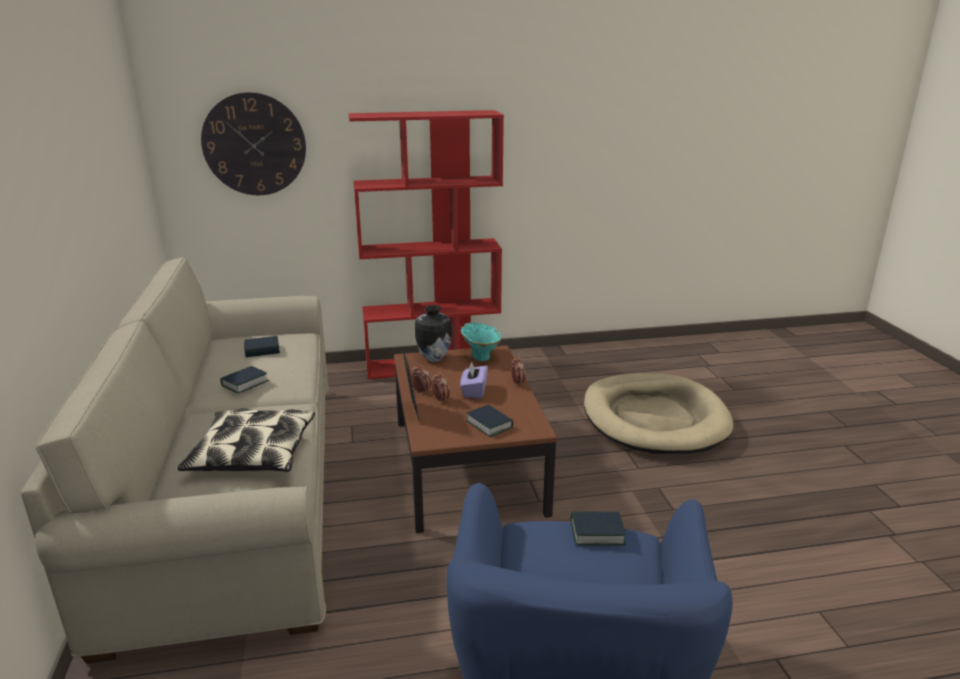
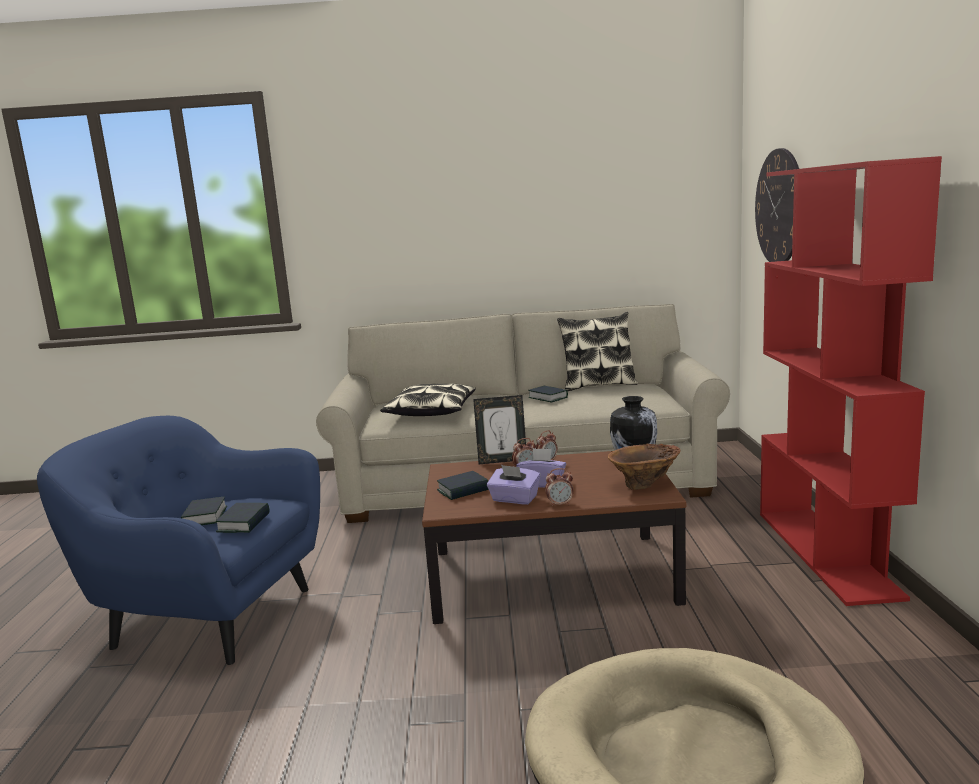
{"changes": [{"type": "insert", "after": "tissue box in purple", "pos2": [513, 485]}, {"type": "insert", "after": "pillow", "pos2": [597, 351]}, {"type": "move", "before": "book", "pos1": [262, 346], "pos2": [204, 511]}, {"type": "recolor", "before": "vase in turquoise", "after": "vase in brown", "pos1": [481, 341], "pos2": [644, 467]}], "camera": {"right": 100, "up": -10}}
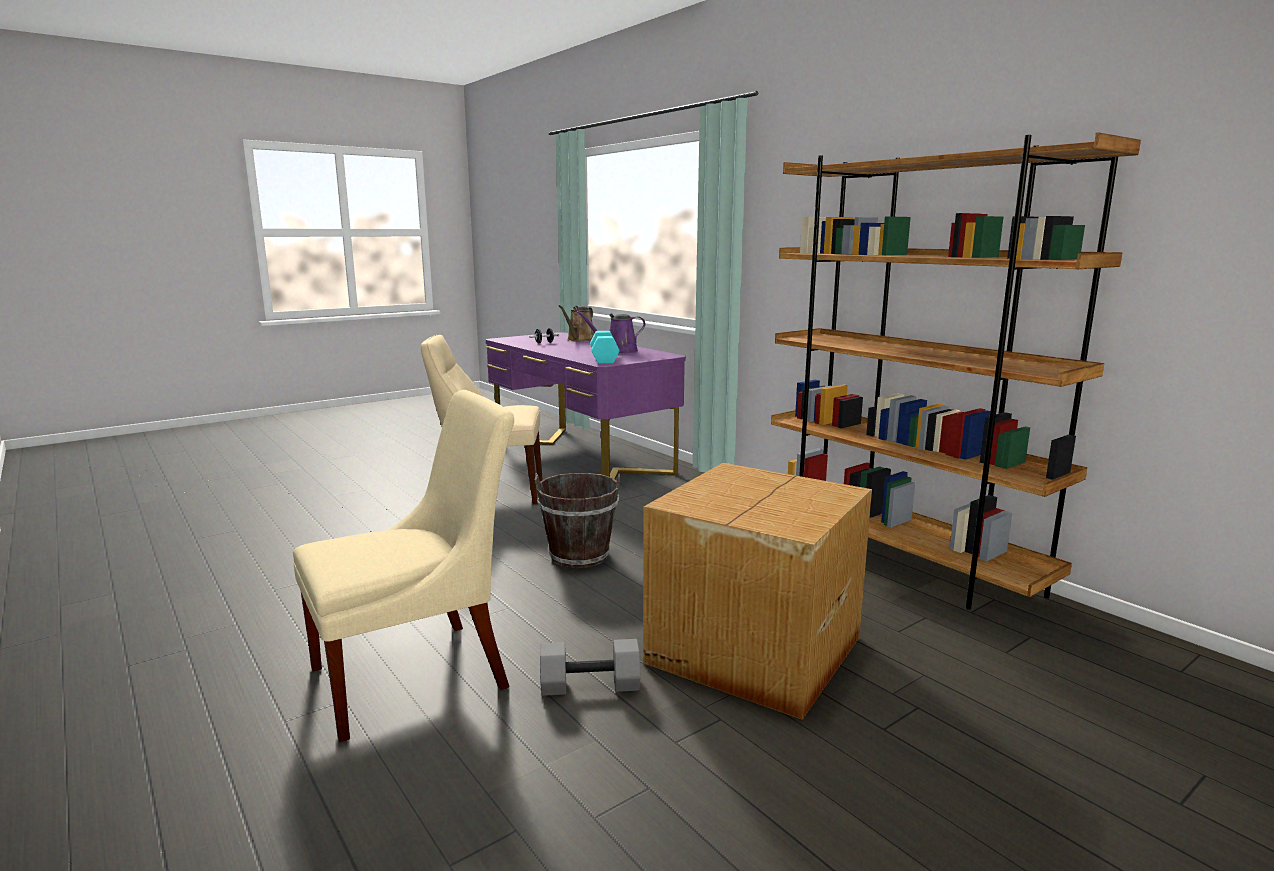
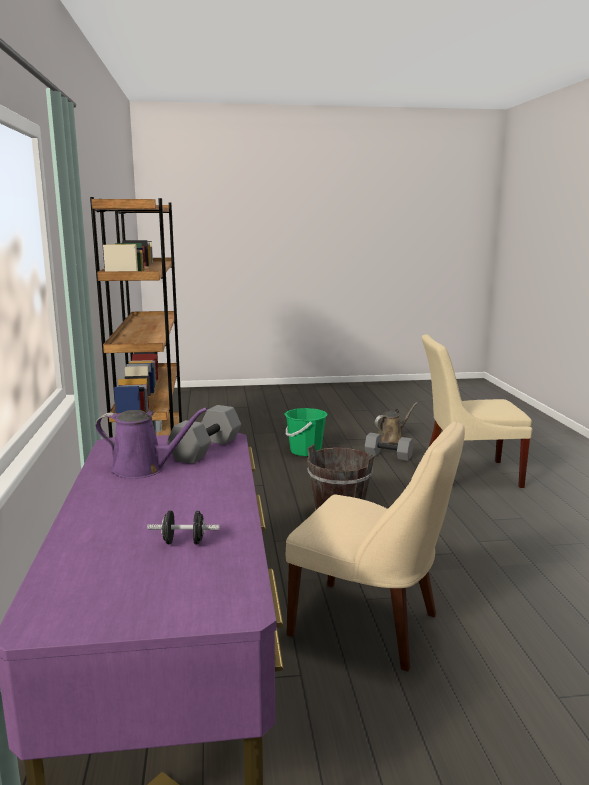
{"changes": [{"type": "move", "before": "watering can in brown", "pos1": [577, 323], "pos2": [396, 422]}, {"type": "replace", "before": "cardboard box", "after": "bucket in green", "pos1": [757, 591], "pos2": [306, 432]}, {"type": "recolor", "before": "dumbbell in turquoise", "after": "dumbbell in grey", "pos1": [605, 347], "pos2": [204, 434]}], "camera": {"right": -150, "up": 0}}
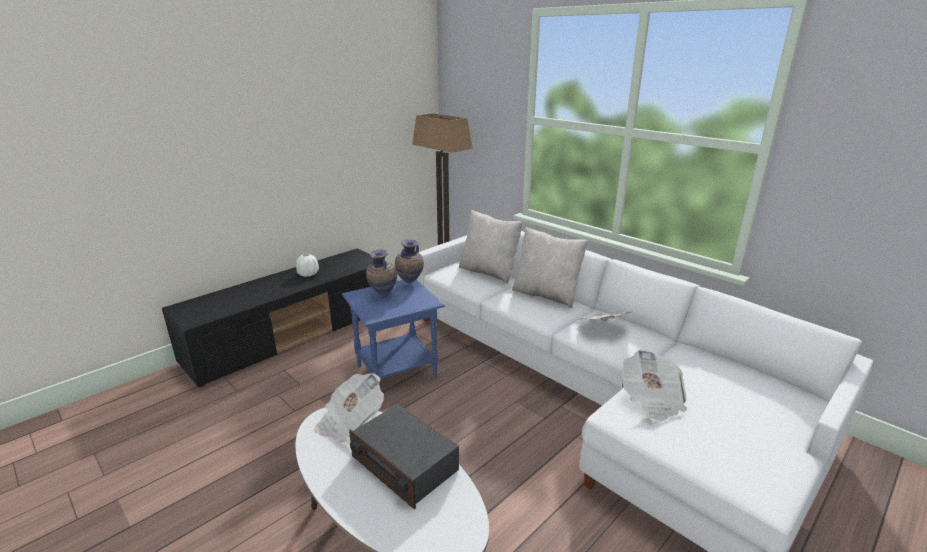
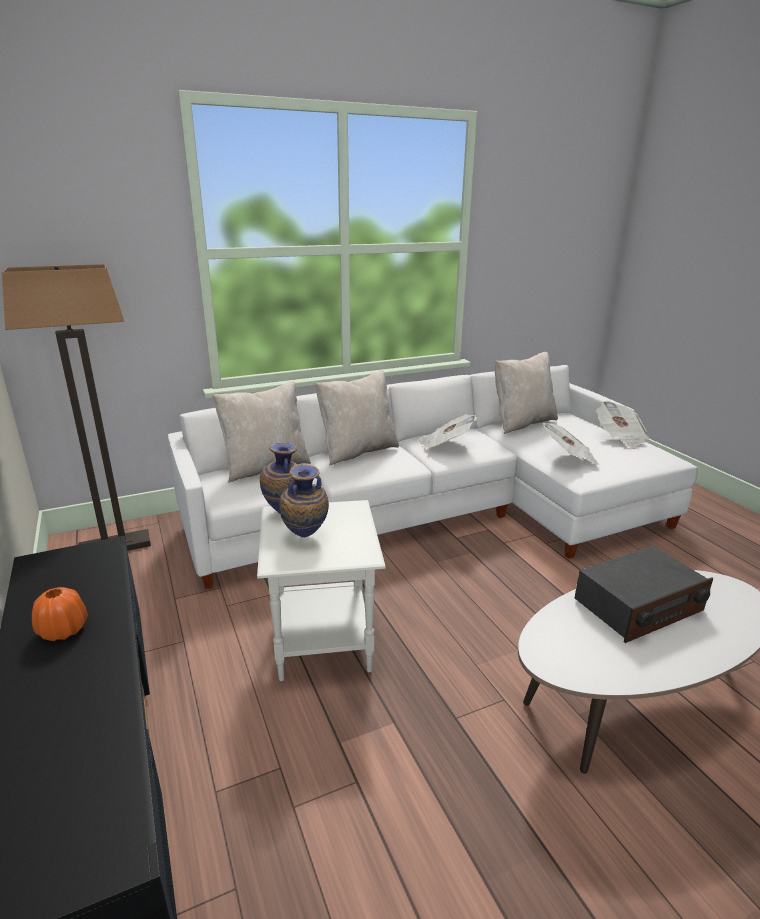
{"changes": [{"type": "insert", "after": "pillow in beige", "pos2": [526, 393]}, {"type": "move", "before": "newspaper", "pos1": [349, 407], "pos2": [622, 425]}, {"type": "recolor", "before": "vase in white", "after": "vase in orange", "pos1": [307, 265], "pos2": [60, 614]}, {"type": "recolor", "before": "side table in blue", "after": "side table in white", "pos1": [393, 328], "pos2": [321, 590]}], "camera": {"right": -70, "up": 0}}
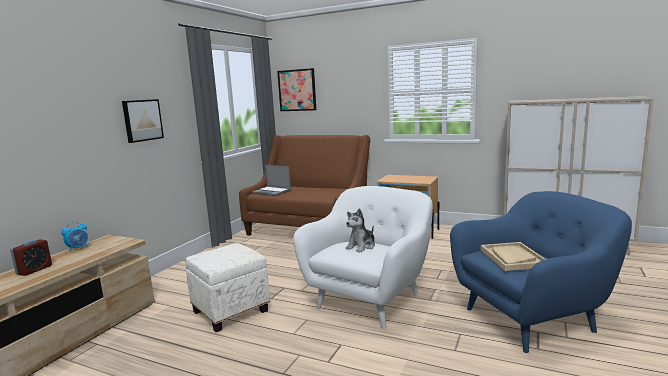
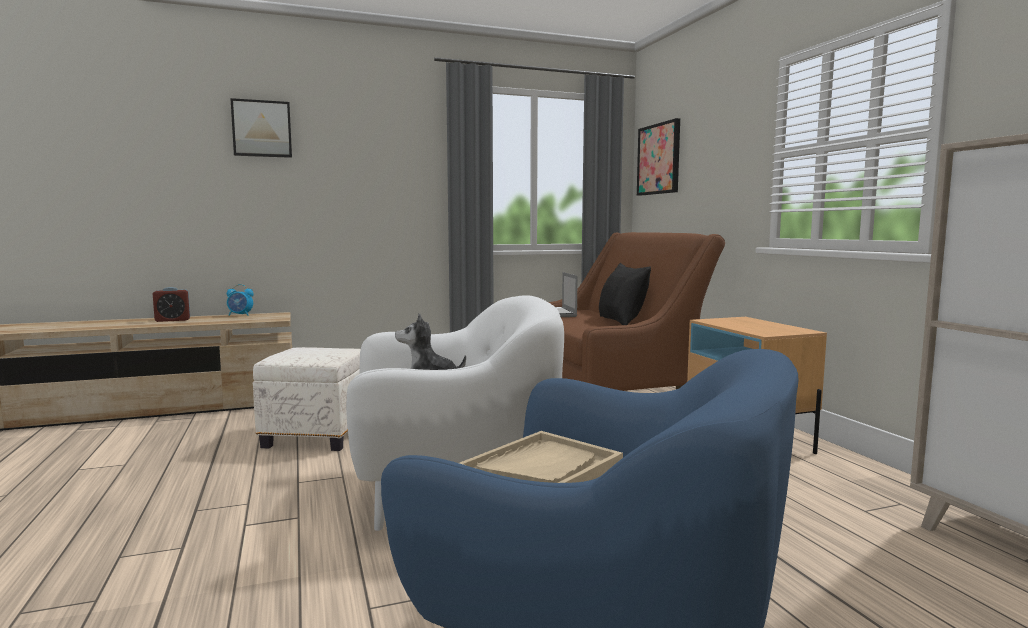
{"changes": [{"type": "insert", "after": "pillow in black", "pos2": [625, 294]}, {"type": "move", "before": "picture", "pos1": [143, 121], "pos2": [261, 128]}], "camera": {"right": 45, "up": -5}}
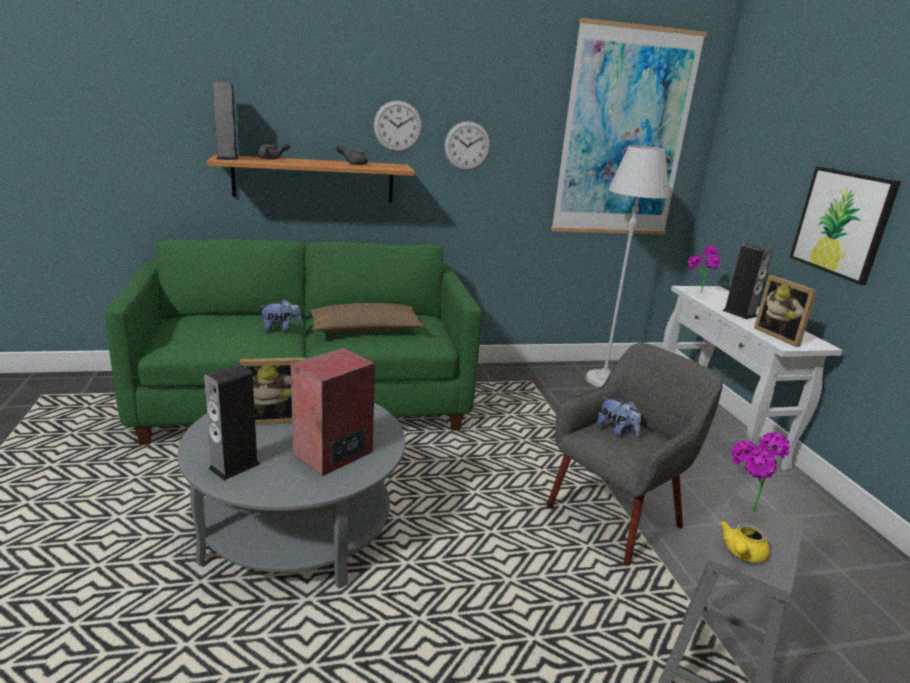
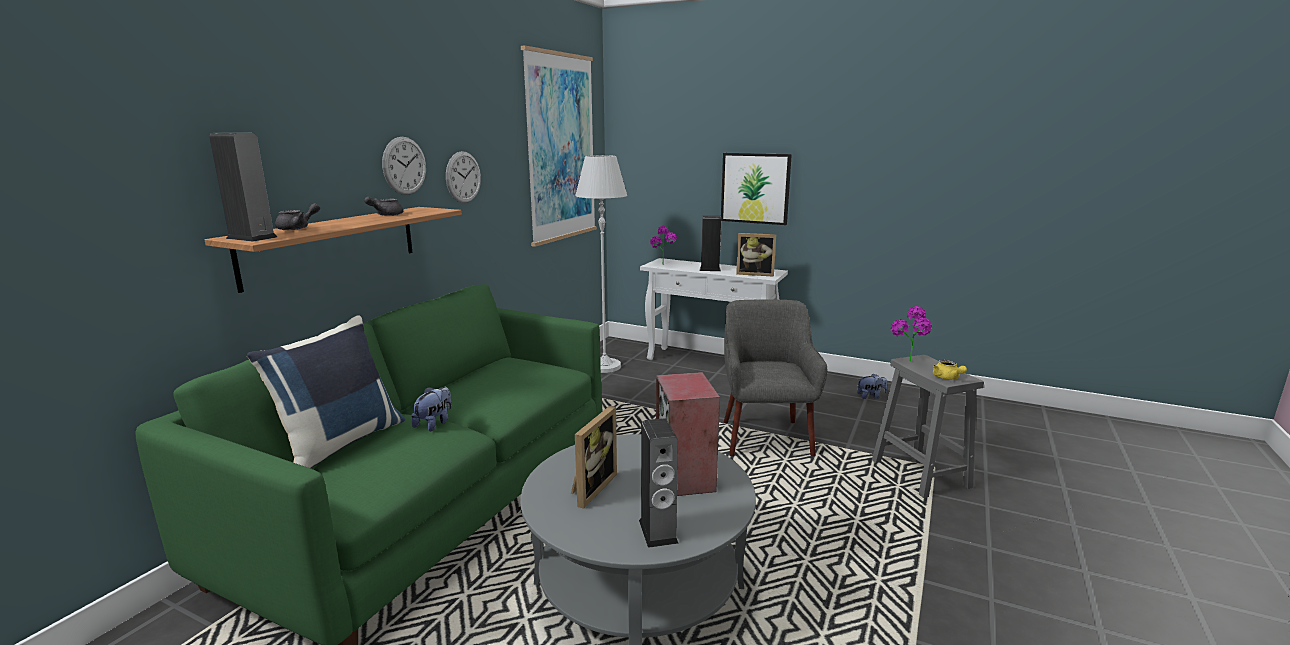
{"changes": [{"type": "delete", "before": "pillow in brown", "pos1": [367, 317]}, {"type": "insert", "after": "pillow in blue", "pos2": [326, 391]}, {"type": "move", "before": "plush toy", "pos1": [619, 417], "pos2": [872, 386]}], "camera": {"right": -50, "up": -5}}
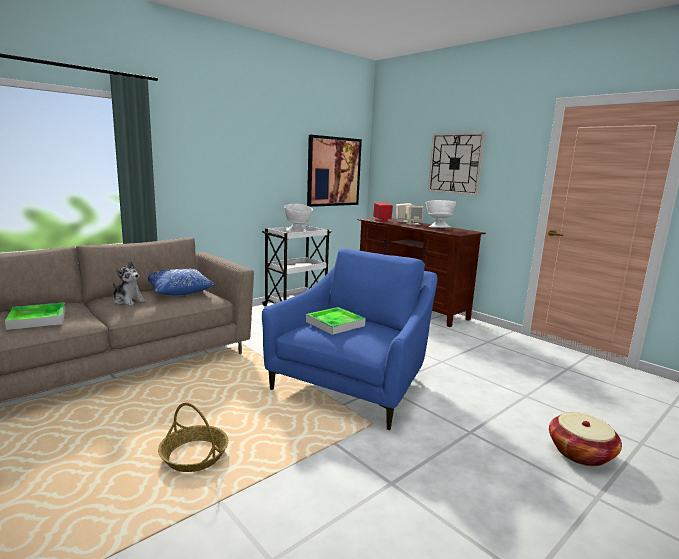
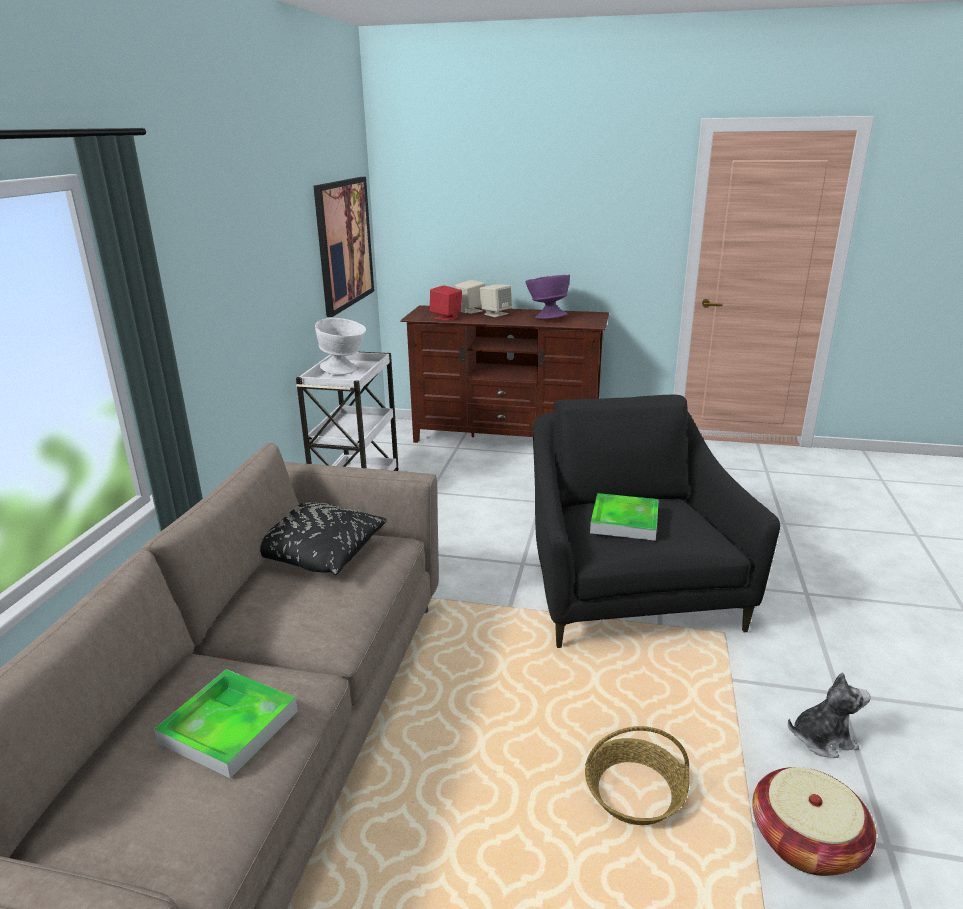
{"changes": [{"type": "delete", "before": "wall clock", "pos1": [456, 164]}, {"type": "move", "before": "plush toy", "pos1": [129, 283], "pos2": [829, 715]}, {"type": "move", "before": "basket", "pos1": [585, 439], "pos2": [814, 821]}, {"type": "recolor", "before": "pillow in blue", "after": "pillow in black", "pos1": [181, 281], "pos2": [323, 538]}, {"type": "recolor", "before": "armchair in blue", "after": "armchair in black", "pos1": [350, 339], "pos2": [656, 521]}, {"type": "recolor", "before": "bowl in white", "after": "bowl in purple", "pos1": [441, 214], "pos2": [547, 297]}], "camera": {"right": -35, "up": 10}}
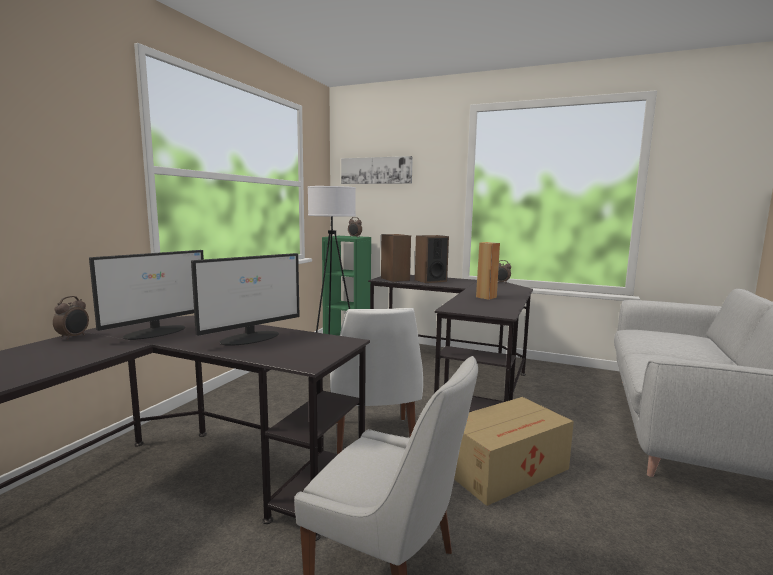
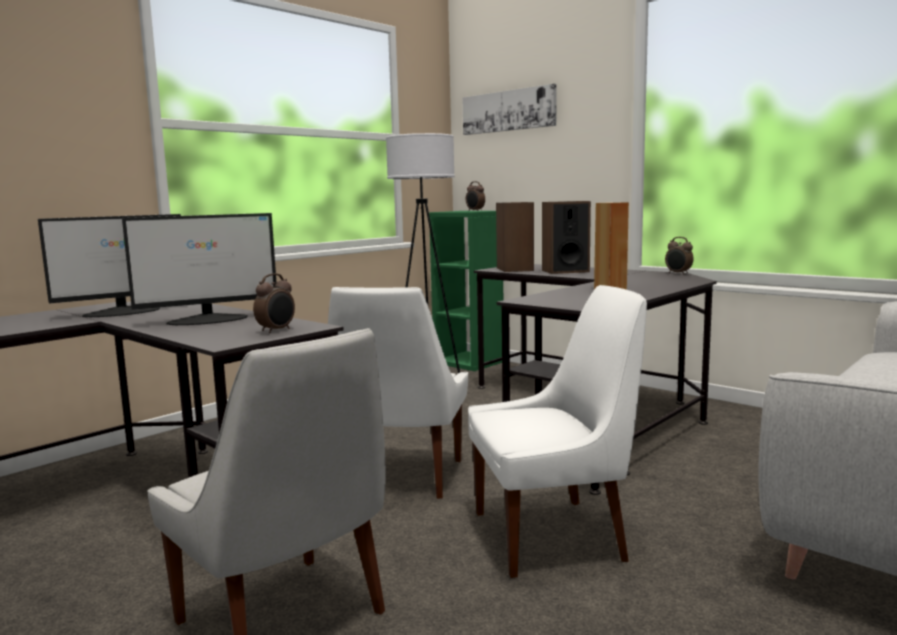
{"changes": [{"type": "move", "before": "alarm clock", "pos1": [71, 318], "pos2": [274, 303]}, {"type": "replace", "before": "cardboard box", "after": "chair in white", "pos1": [514, 451], "pos2": [557, 431]}], "camera": {"right": 20, "up": 0}}
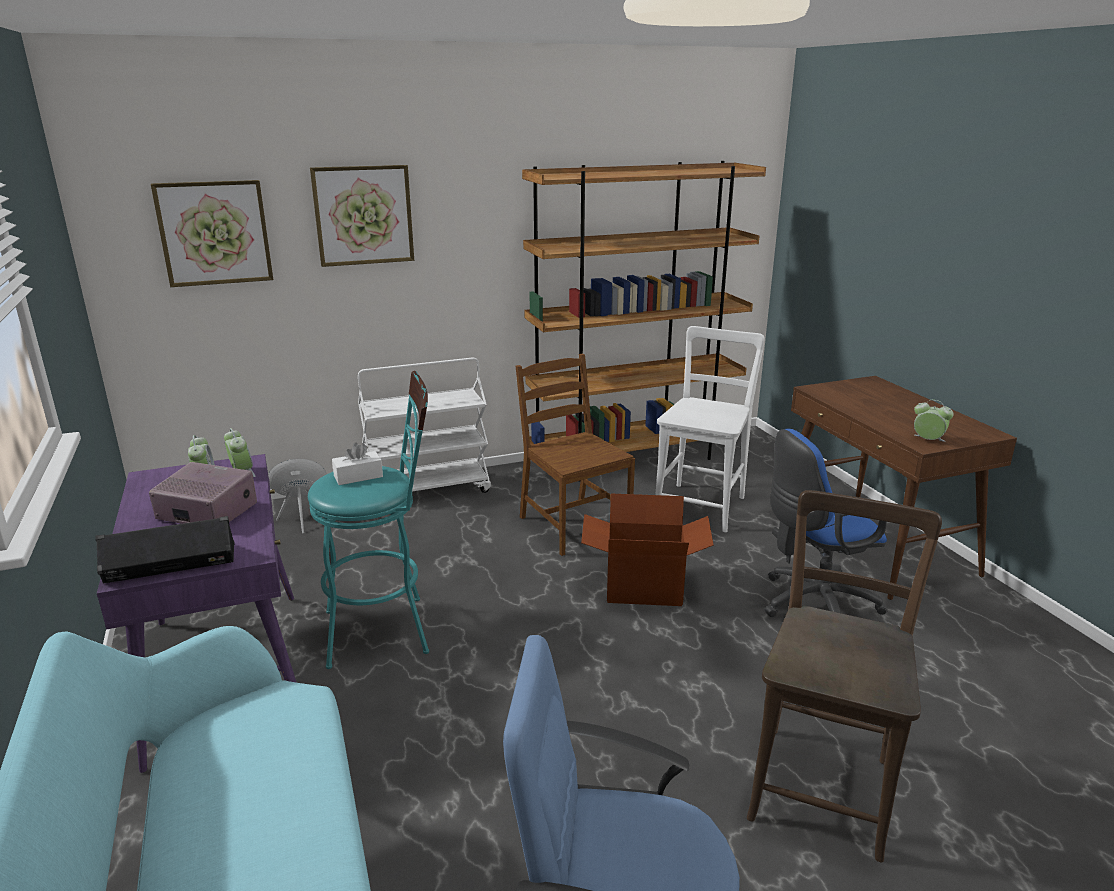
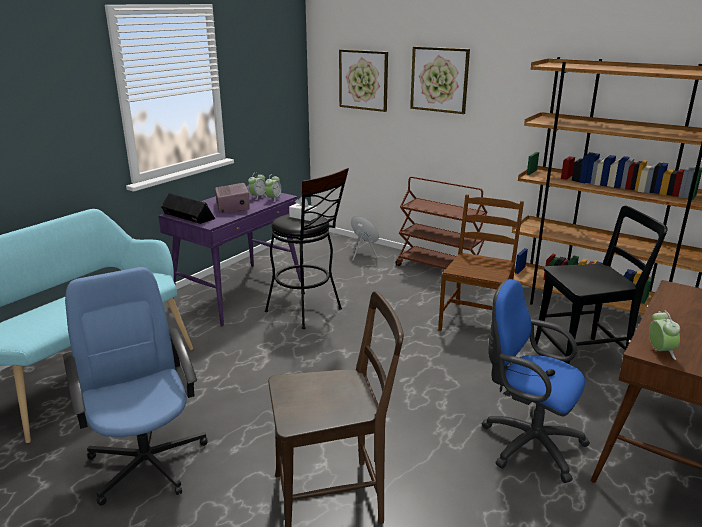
{"changes": [{"type": "delete", "before": "cardboard box", "pos1": [647, 550]}, {"type": "recolor", "before": "stool in turquoise", "after": "stool in black", "pos1": [368, 520], "pos2": [307, 248]}, {"type": "recolor", "before": "cart in white", "after": "cart in brown", "pos1": [424, 425], "pos2": [441, 223]}, {"type": "recolor", "before": "chair in white", "after": "chair in black", "pos1": [710, 429], "pos2": [601, 285]}], "camera": {"right": 55, "up": 0}}
